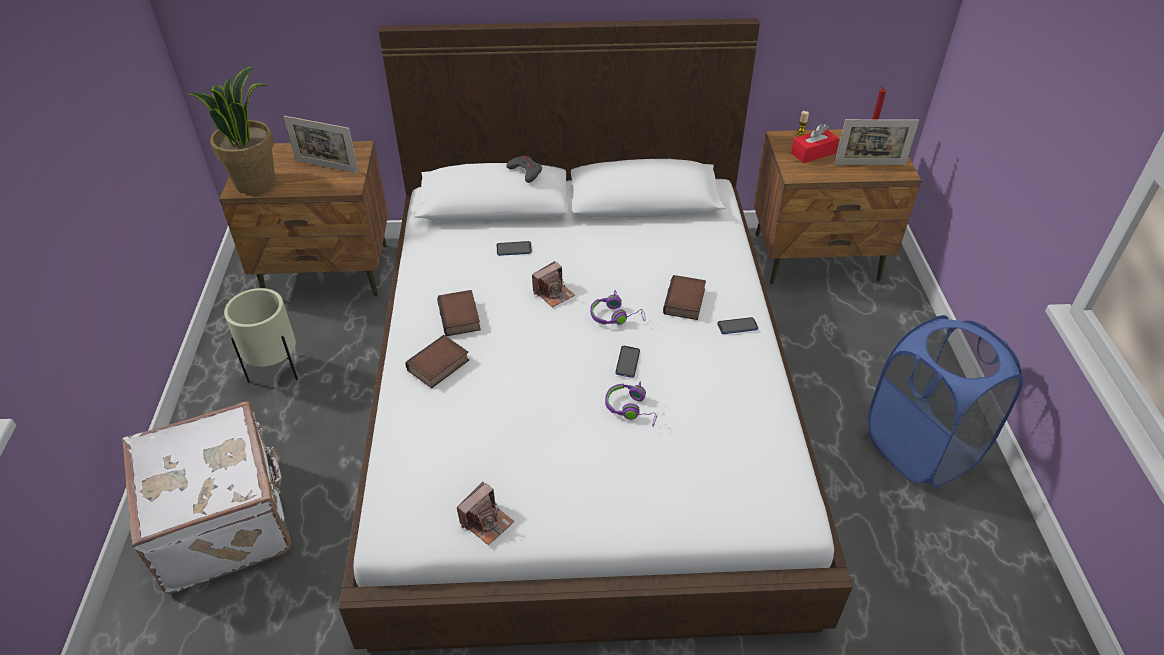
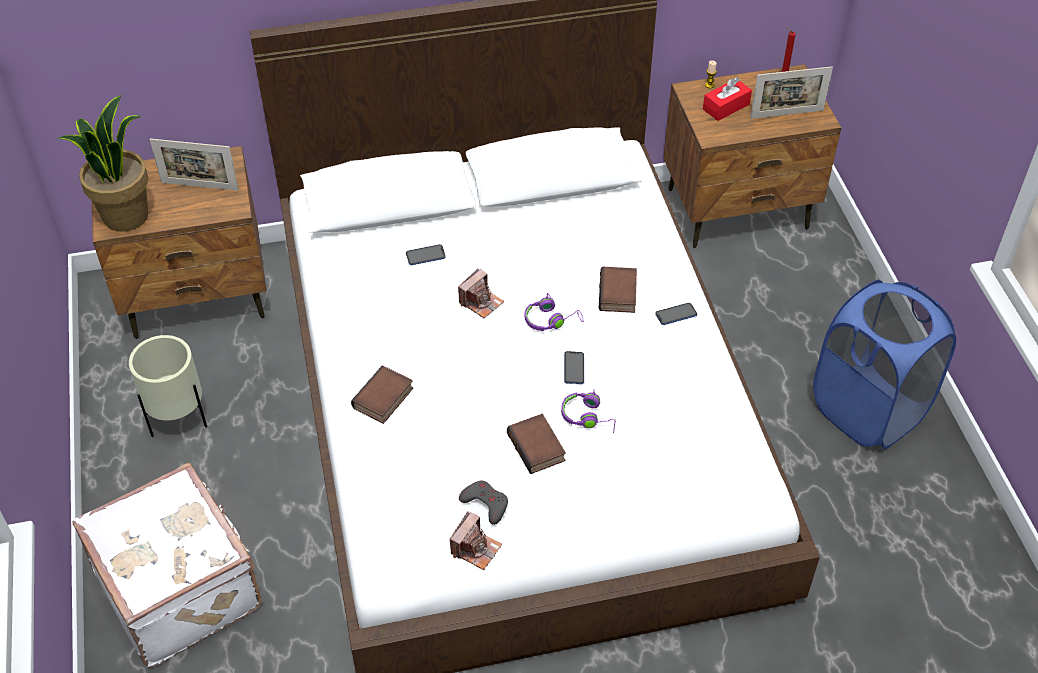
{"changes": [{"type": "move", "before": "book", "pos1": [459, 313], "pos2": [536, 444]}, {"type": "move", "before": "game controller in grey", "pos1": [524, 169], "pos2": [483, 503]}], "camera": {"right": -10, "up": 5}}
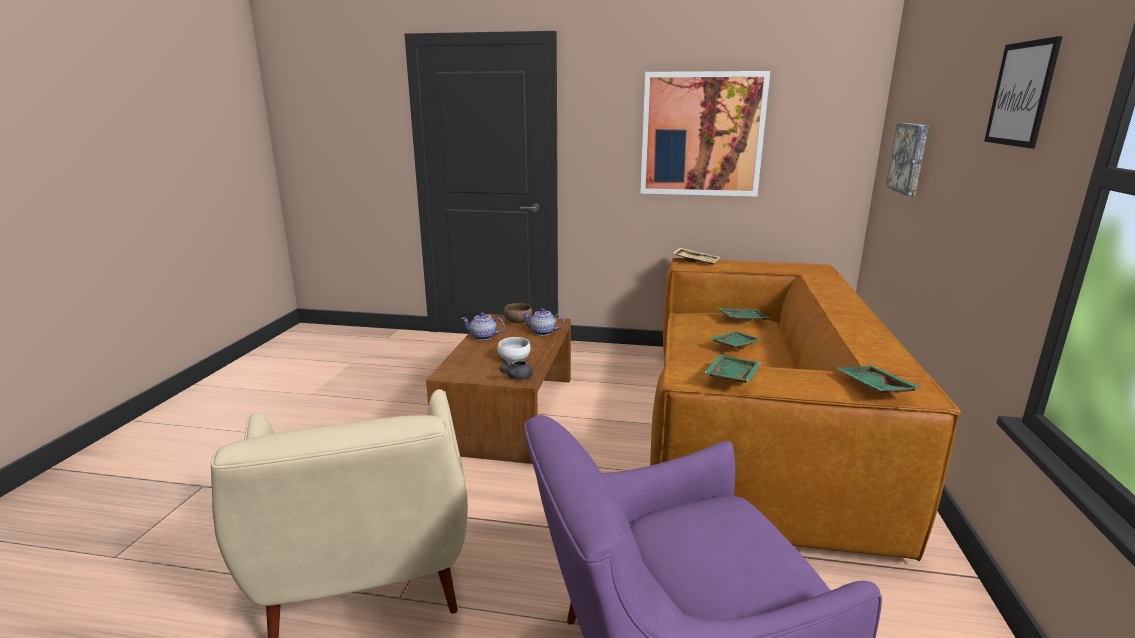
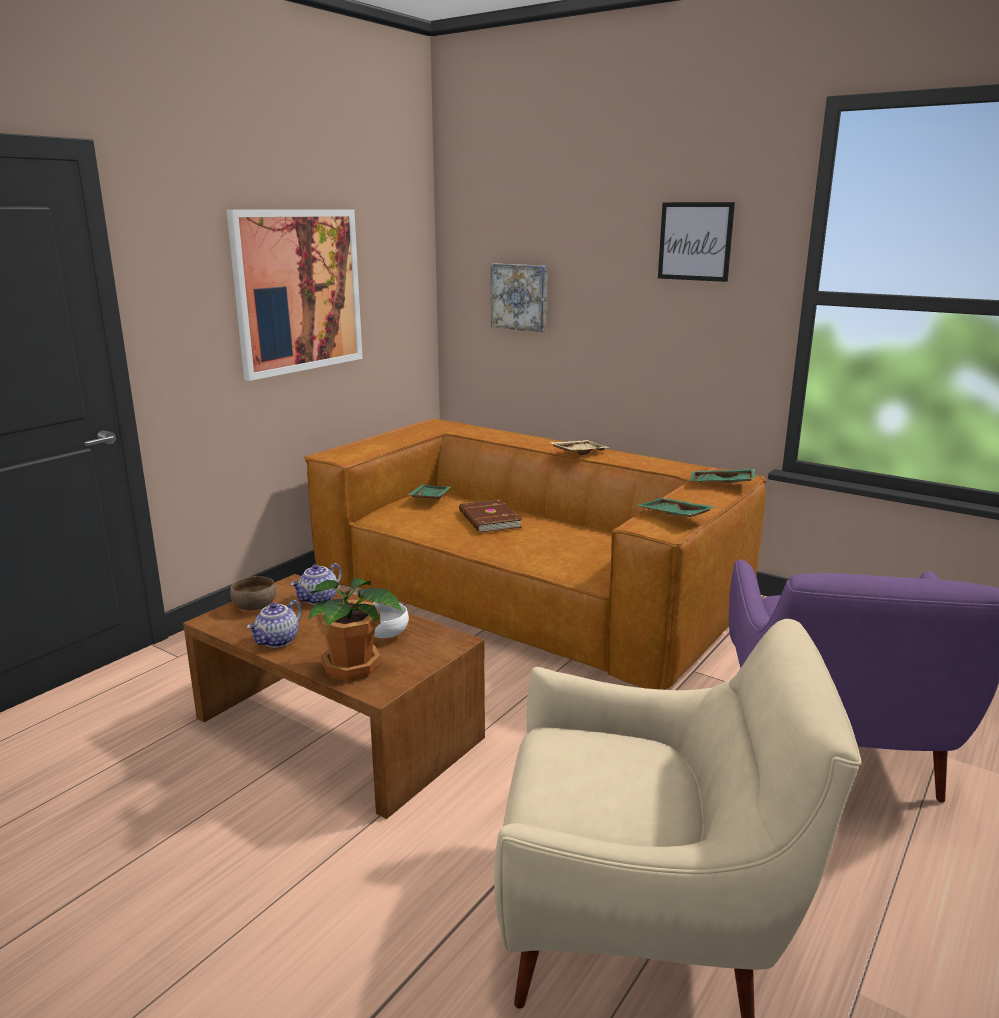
{"changes": [{"type": "delete", "before": "teapot in grey", "pos1": [516, 369]}, {"type": "insert", "after": "potted plant", "pos2": [355, 630]}, {"type": "move", "before": "tray in beige", "pos1": [696, 256], "pos2": [578, 447]}, {"type": "replace", "before": "tray in green", "after": "book in brown", "pos1": [736, 340], "pos2": [490, 516]}], "camera": {"right": -65, "up": 0}}
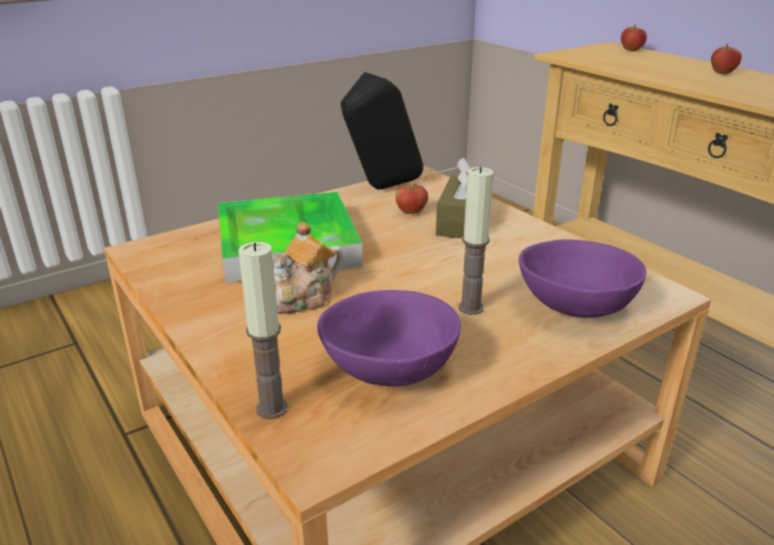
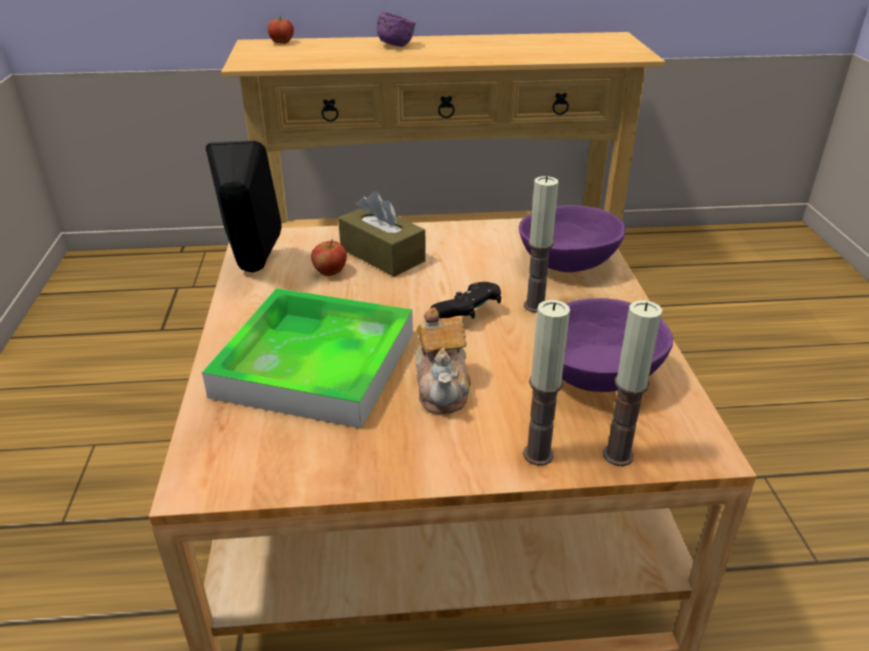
{"changes": [{"type": "insert", "after": "game controller in black", "pos2": [465, 300]}, {"type": "insert", "after": "candle", "pos2": [546, 383]}, {"type": "replace", "before": "apple", "after": "mug in purple", "pos1": [726, 59], "pos2": [396, 29]}], "camera": {"right": -60, "up": 5}}
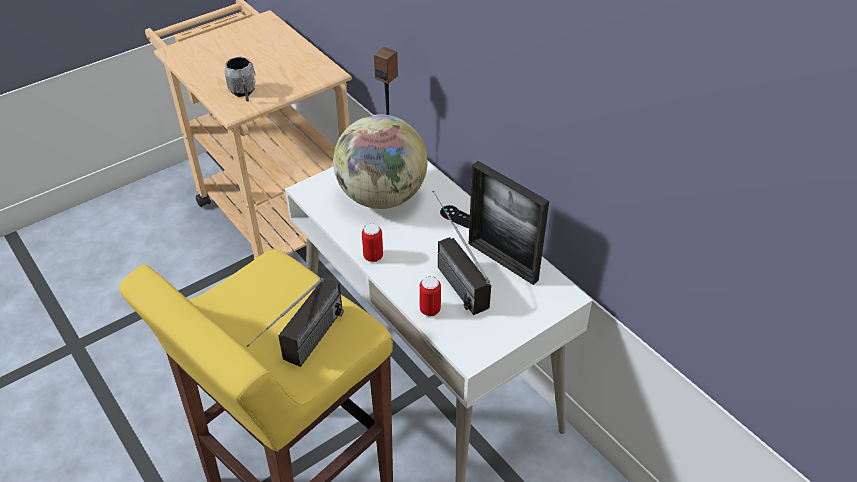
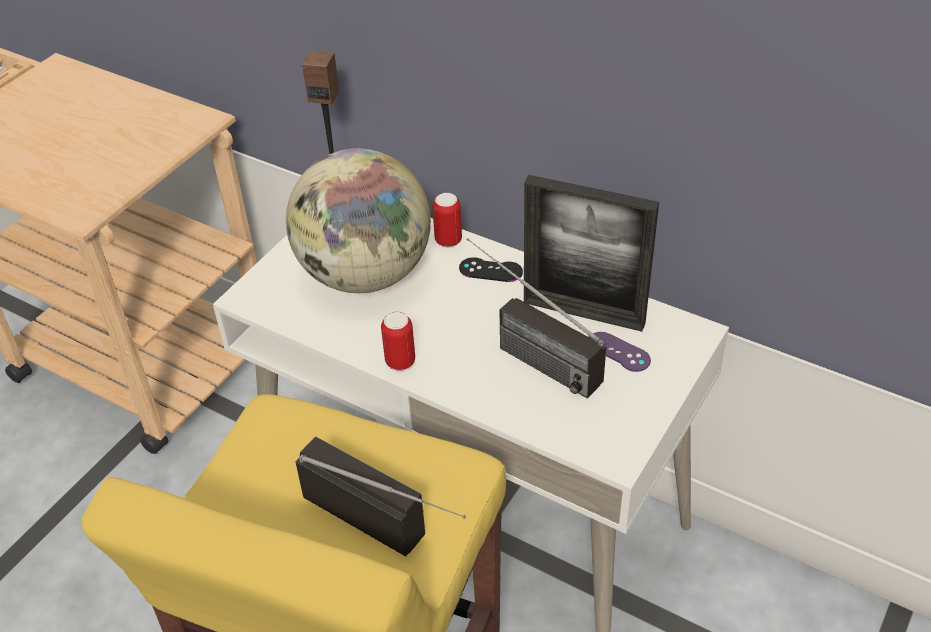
{"changes": [{"type": "delete", "before": "mug in grey", "pos1": [240, 78]}, {"type": "insert", "after": "game controller in purple", "pos2": [620, 352]}, {"type": "move", "before": "can", "pos1": [430, 296], "pos2": [447, 220]}, {"type": "rotate", "before": "radio", "pos1": [295, 322], "pos2": [380, 496], "turn": -60}], "camera": {"right": -20, "up": 0}}
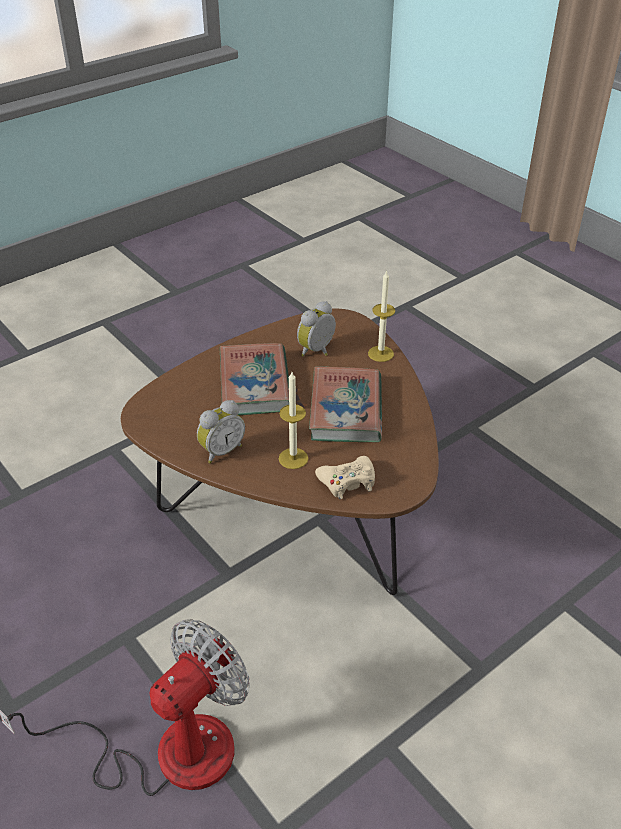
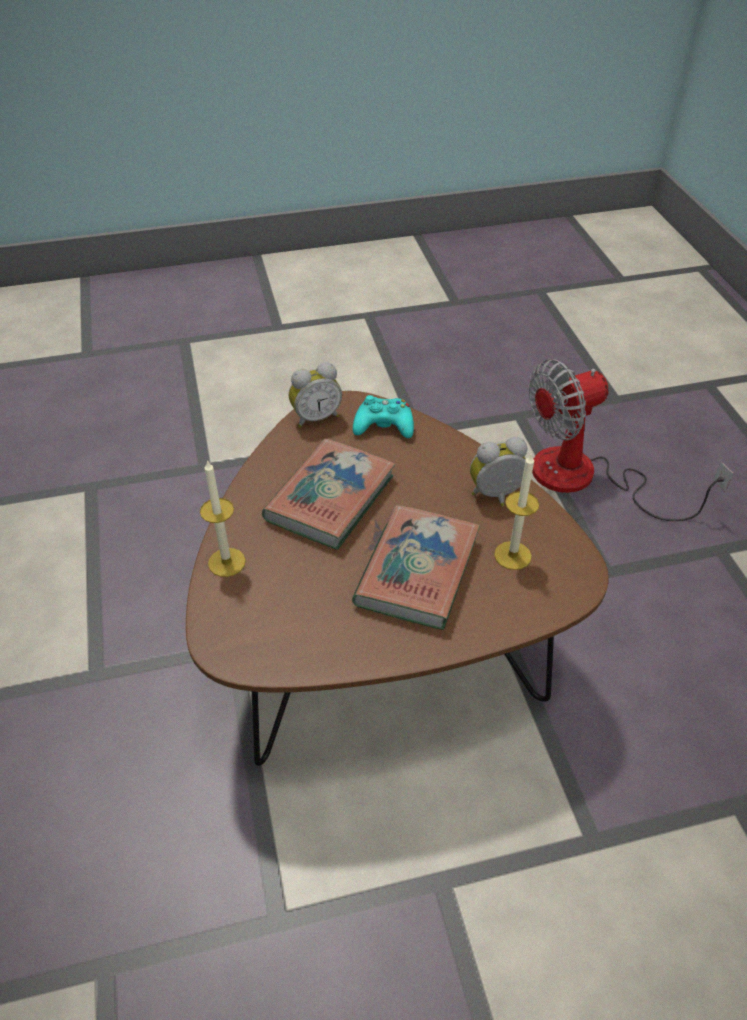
{"changes": [{"type": "move", "before": "candle", "pos1": [293, 420], "pos2": [516, 511]}, {"type": "move", "before": "alarm clock", "pos1": [316, 329], "pos2": [315, 395]}, {"type": "recolor", "before": "game controller in beige", "after": "game controller in turquoise", "pos1": [345, 477], "pos2": [383, 416]}], "camera": {"right": -155, "up": 5}}
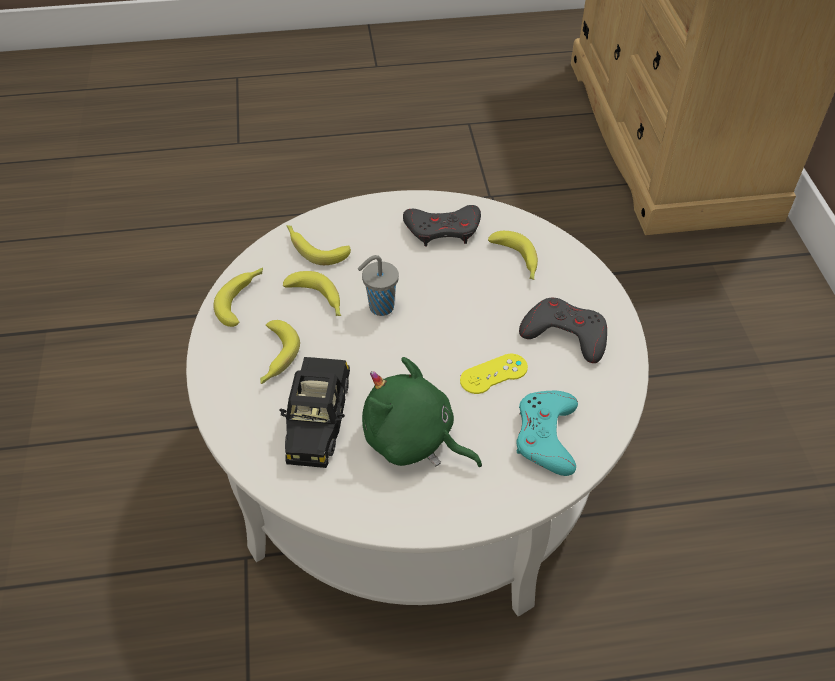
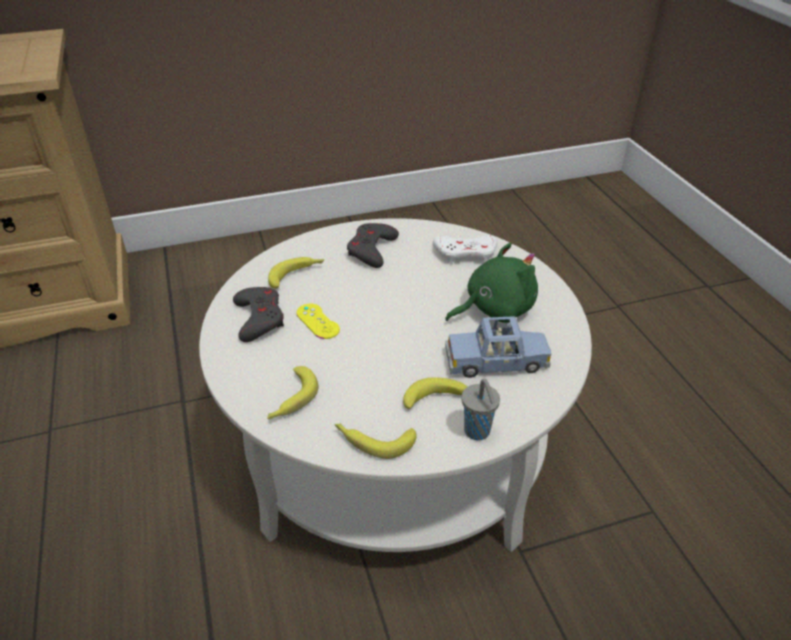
{"changes": [{"type": "delete", "before": "banana", "pos1": [312, 293]}, {"type": "move", "before": "cup in grey", "pos1": [378, 285], "pos2": [481, 409]}, {"type": "move", "before": "game controller in yellow", "pos1": [494, 374], "pos2": [318, 321]}, {"type": "recolor", "before": "toy car in black", "after": "toy car in blue", "pos1": [314, 412], "pos2": [498, 347]}, {"type": "recolor", "before": "game controller in turquoise", "after": "game controller in white", "pos1": [547, 433], "pos2": [465, 249]}, {"type": "rotate", "before": "plush toy in green", "pos1": [422, 412], "pos2": [491, 283], "turn": -135}], "camera": {"right": -100, "up": -10}}
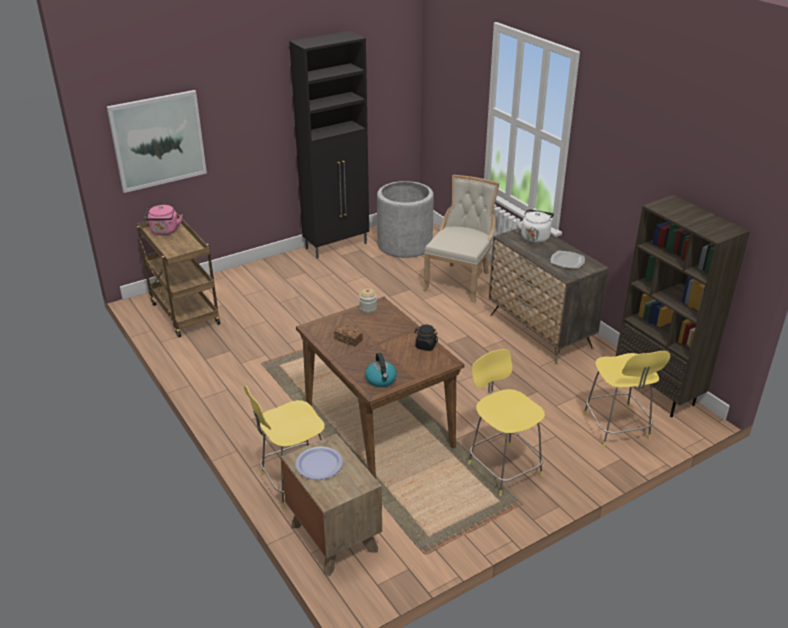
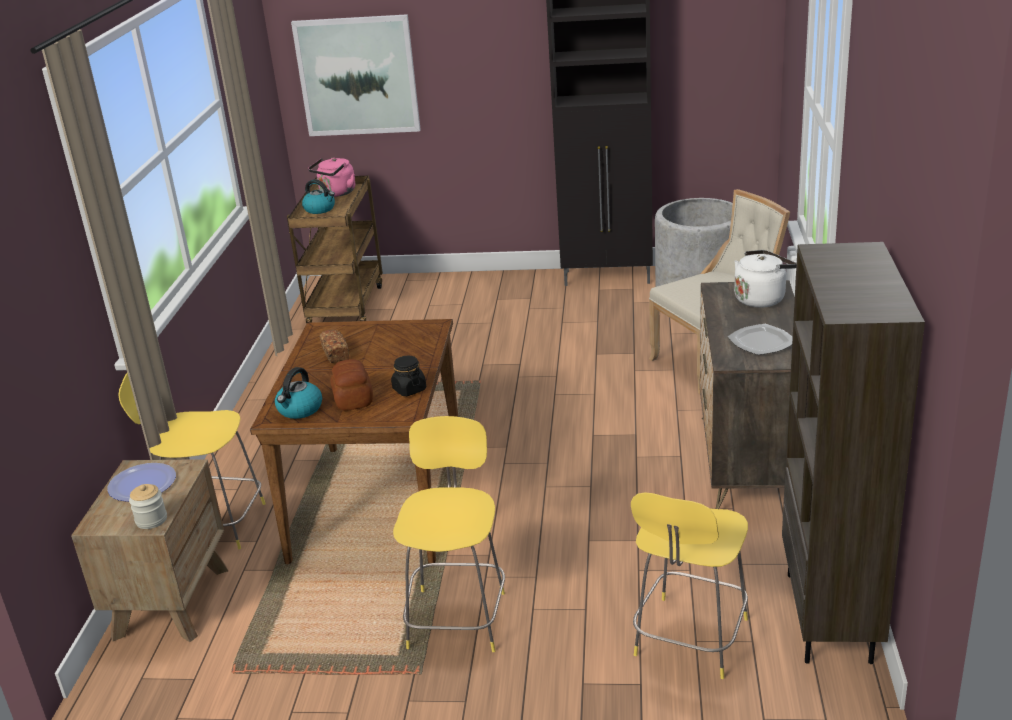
{"changes": [{"type": "insert", "after": "kettle", "pos2": [318, 196]}, {"type": "insert", "after": "bread", "pos2": [351, 385]}, {"type": "move", "before": "jar", "pos1": [368, 300], "pos2": [148, 506]}], "camera": {"right": 40, "up": -5}}
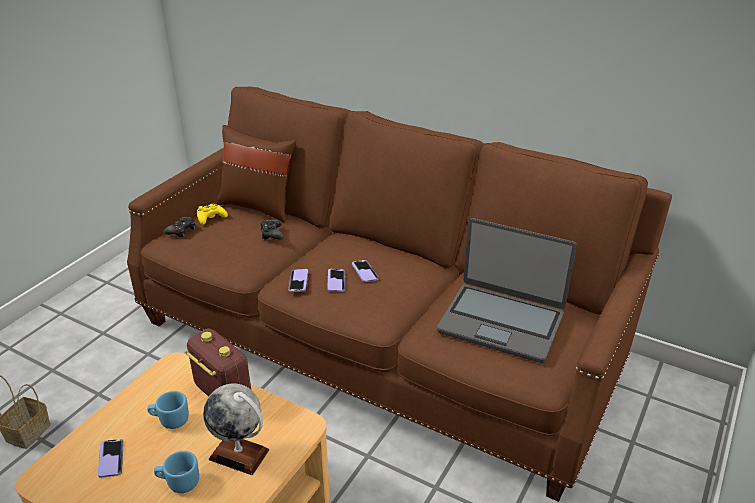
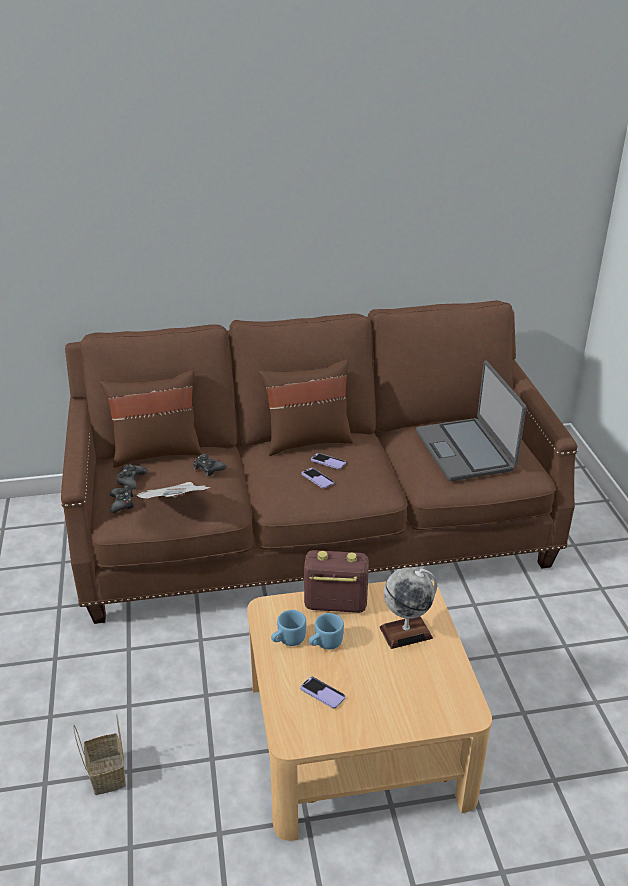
{"changes": [{"type": "delete", "before": "phone", "pos1": [298, 280]}, {"type": "insert", "after": "newspaper", "pos2": [174, 490]}, {"type": "insert", "after": "pillow in brown", "pos2": [306, 407]}, {"type": "move", "before": "mug in blue", "pos1": [176, 472], "pos2": [288, 628]}, {"type": "recolor", "before": "game controller in yellow", "after": "game controller in black", "pos1": [212, 214], "pos2": [132, 476]}, {"type": "rotate", "before": "laptop", "pos1": [507, 290], "pos2": [471, 420], "turn": 90}], "camera": {"right": -40, "up": 0}}
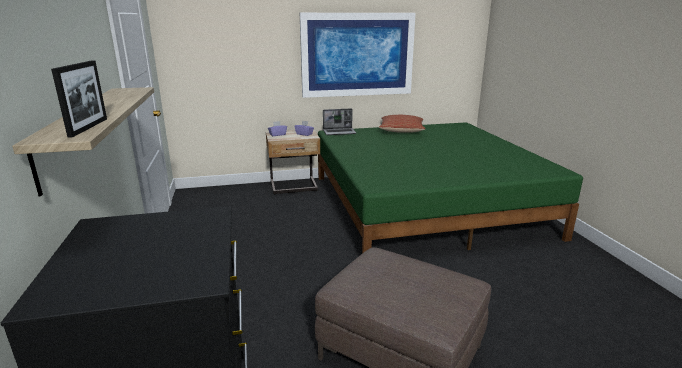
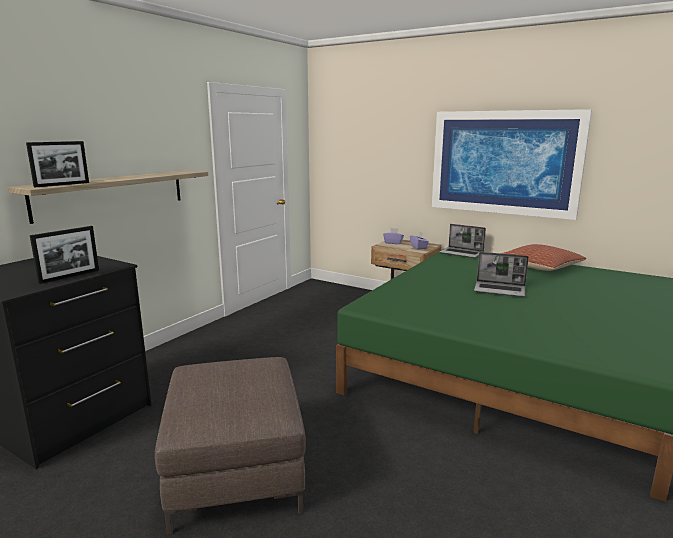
{"changes": [{"type": "insert", "after": "picture frame", "pos2": [64, 255]}, {"type": "insert", "after": "laptop", "pos2": [501, 274]}], "camera": {"right": 45, "up": -5}}
